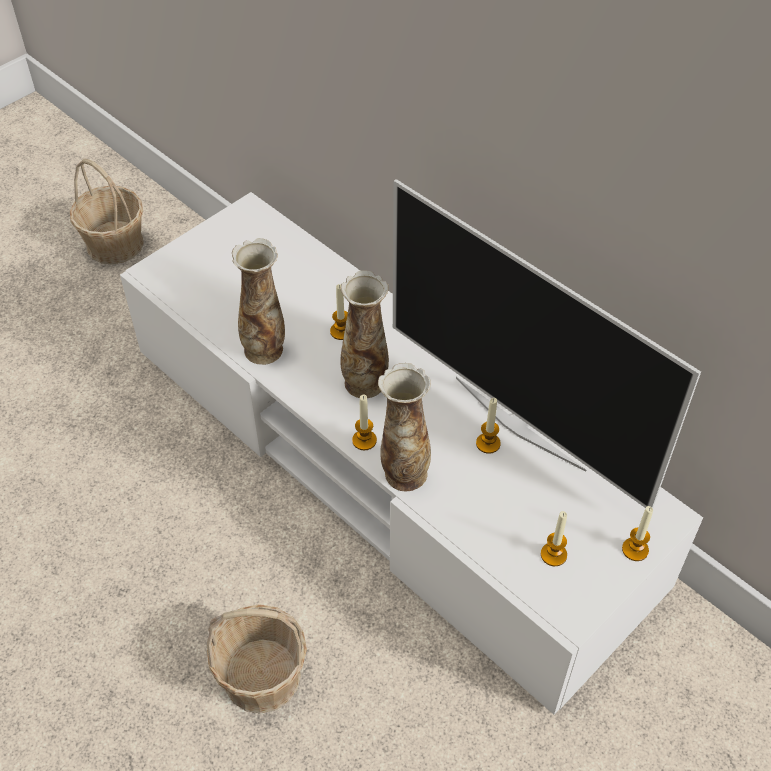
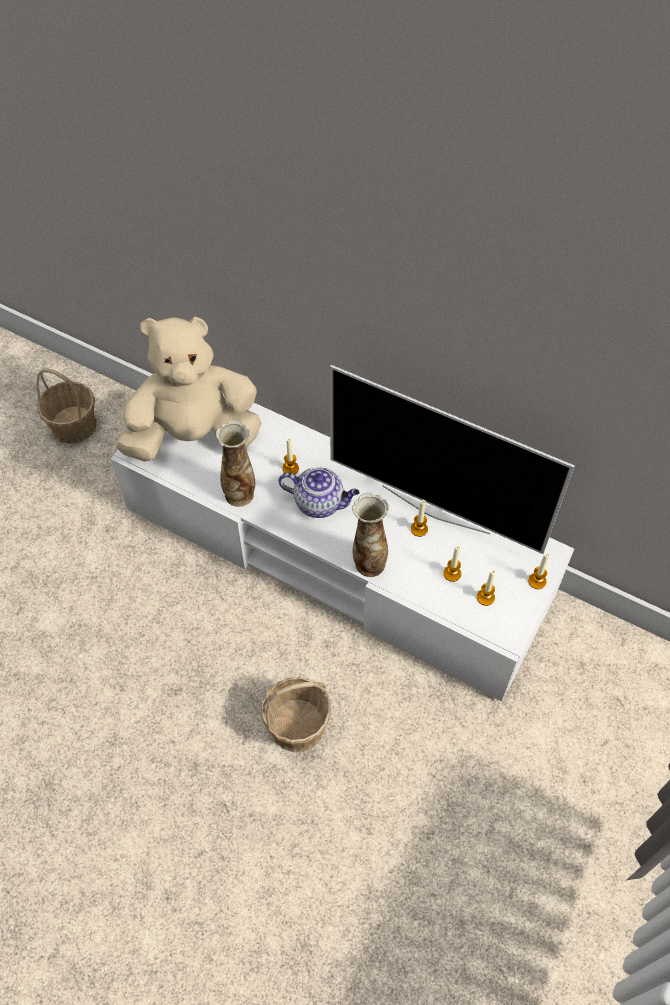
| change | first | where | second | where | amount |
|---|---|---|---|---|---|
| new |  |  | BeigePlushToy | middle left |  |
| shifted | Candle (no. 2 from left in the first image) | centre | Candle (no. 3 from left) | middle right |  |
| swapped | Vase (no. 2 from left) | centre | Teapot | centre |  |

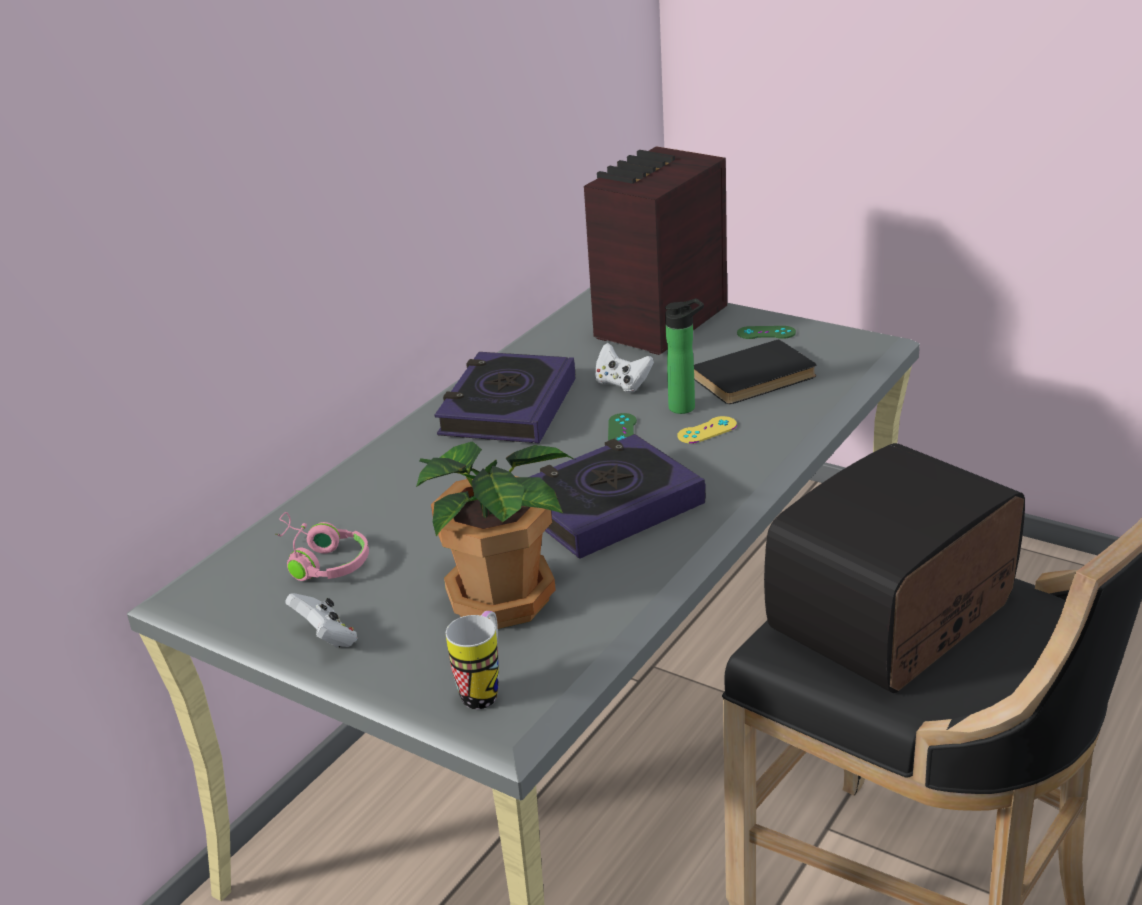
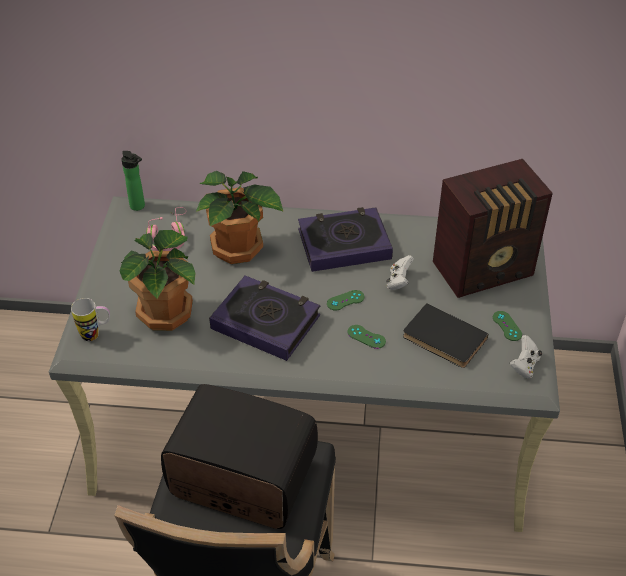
| change | first | where | second | where | amount |
|---|---|---|---|---|---|
| new |  |  | PottedPlant (no. 2 from left) | centre |  |
| shifted | WhiteGameController (no. 1 from left in the first image) | bottom left | WhiteGameController (no. 2 from left) | middle right |  |
| shifted | Bottle | centre |  | top left |  |
| repainted | YellowGameController | centre | GreenGameController (no. 2 from left) | centre |  |
| rotated | Radio (no. 1 from left in the first image) | top centre | Radio (no. 2 from left) | middle right | 150 degrees clockwise |

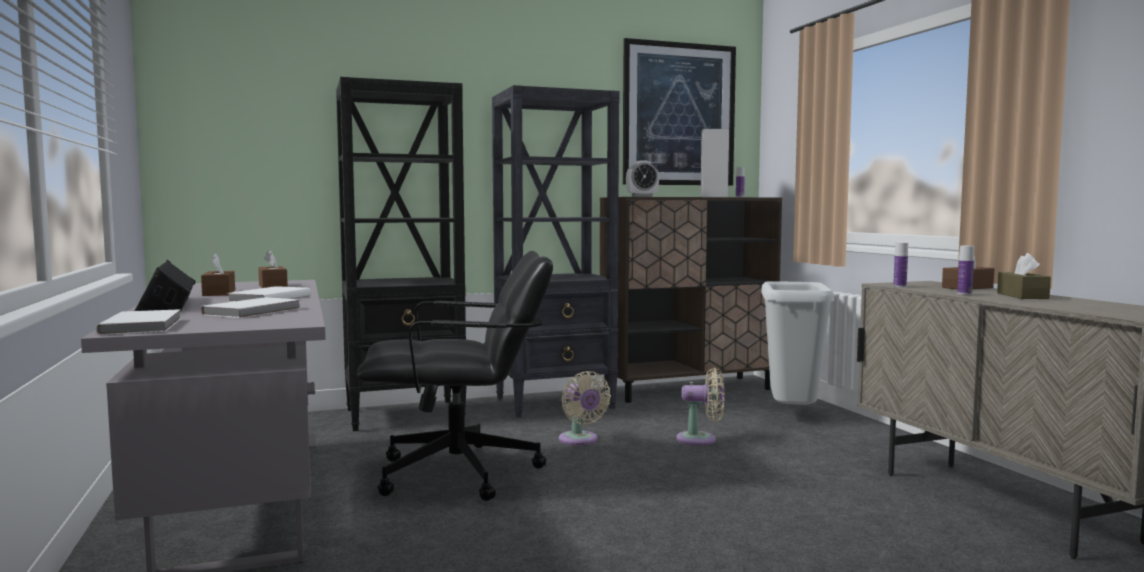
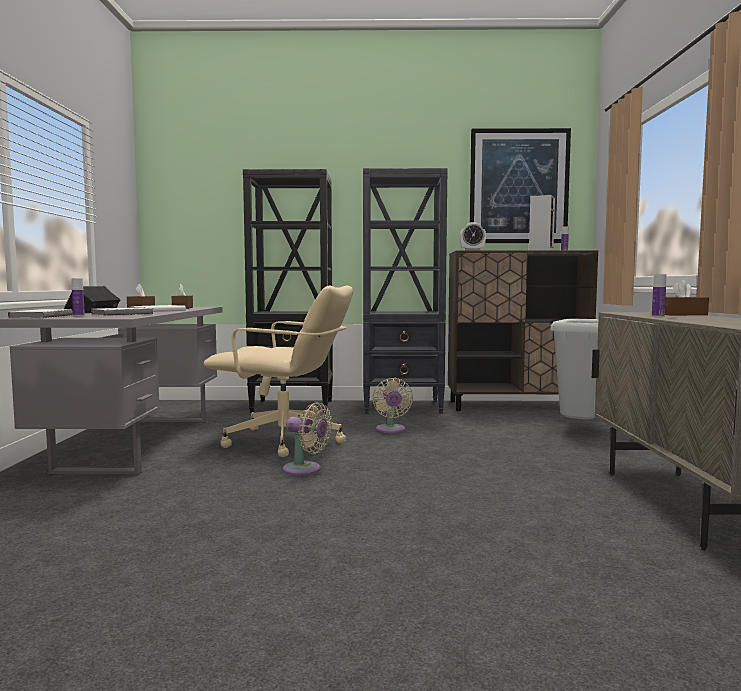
| change | first | where | second | where | amount |
|---|---|---|---|---|---|
| gone | BrownTissueBox (no. 4 from left) | middle right |  |  |  |
| shifted | BeigeFan (no. 2 from left in the first image) | bottom centre | BeigeFan (no. 1 from left) | centre |  |
| shifted | Bottle (no. 2 from left in the first image) | middle right | Bottle (no. 1 from left) | middle left |  |
| repainted | BlackOfficeChair | centre | BeigeOfficeChair | centre |  |

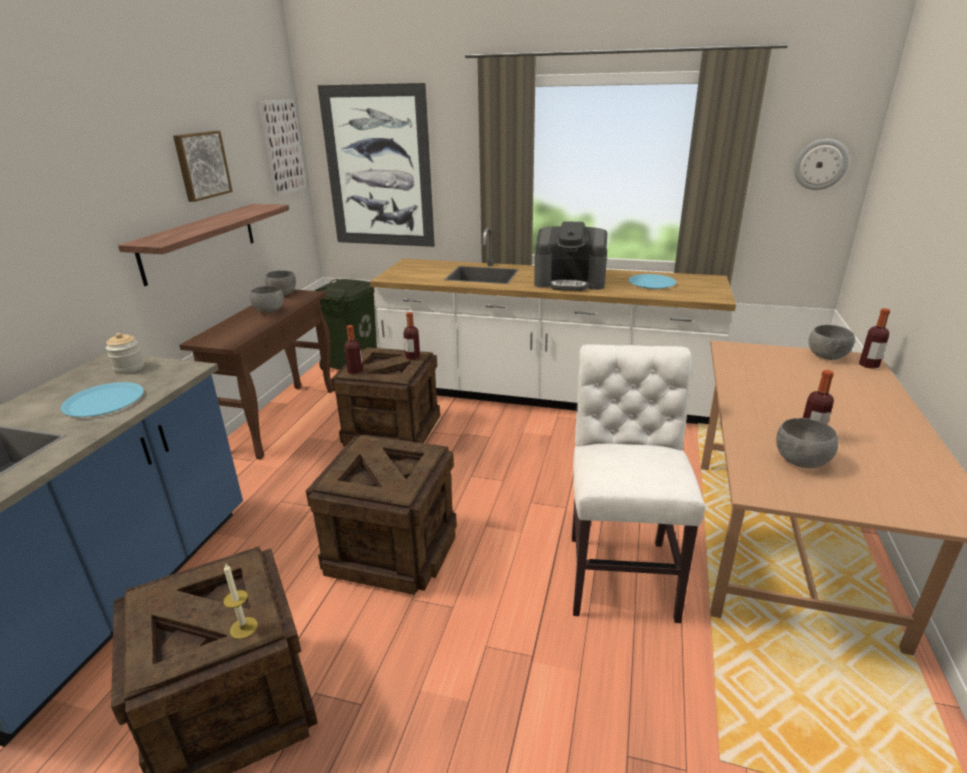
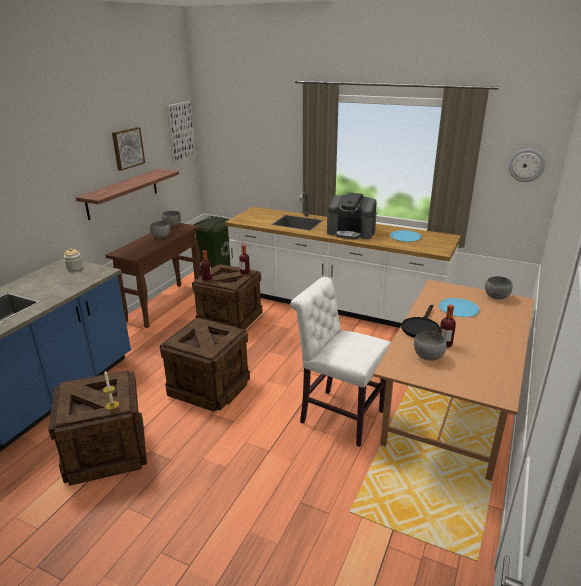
| change | first | where | second | where | amount |
|---|---|---|---|---|---|
| gone | Picture (no. 3 from left) | top centre |  |  |  |
| gone | Bottle (no. 4 from left) | middle right |  |  |  |
| new |  |  | BlackFryingPan | middle right |  |
| shifted | BluePlate (no. 1 from left in the first image) | middle left | BluePlate (no. 2 from left) | middle right |  |
| rotated | WhiteChair | centre |  | centre | 75 degrees counterclockwise |

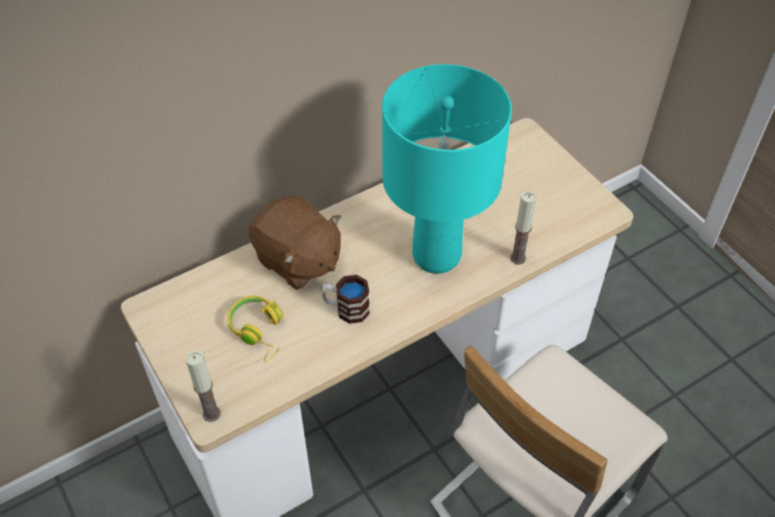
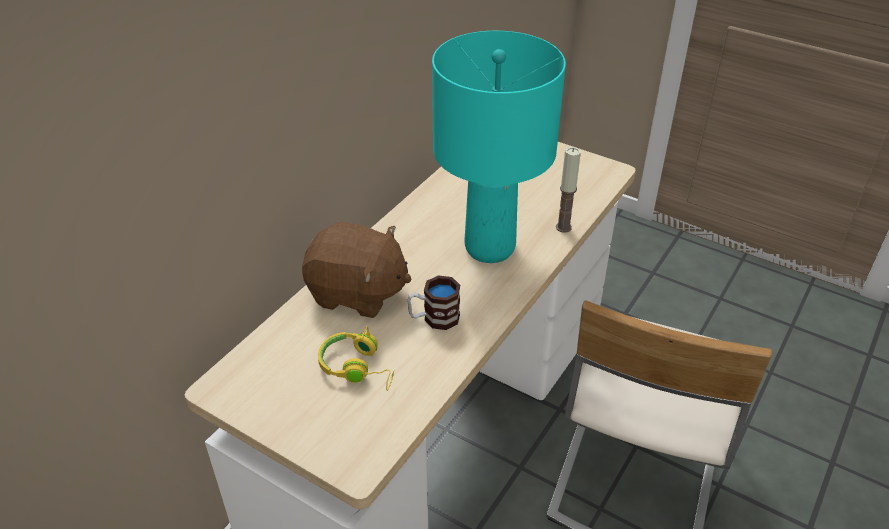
| change | first | where | second | where | amount |
|---|---|---|---|---|---|
| gone | Candle (no. 1 from left) | bottom left |  |  |  |

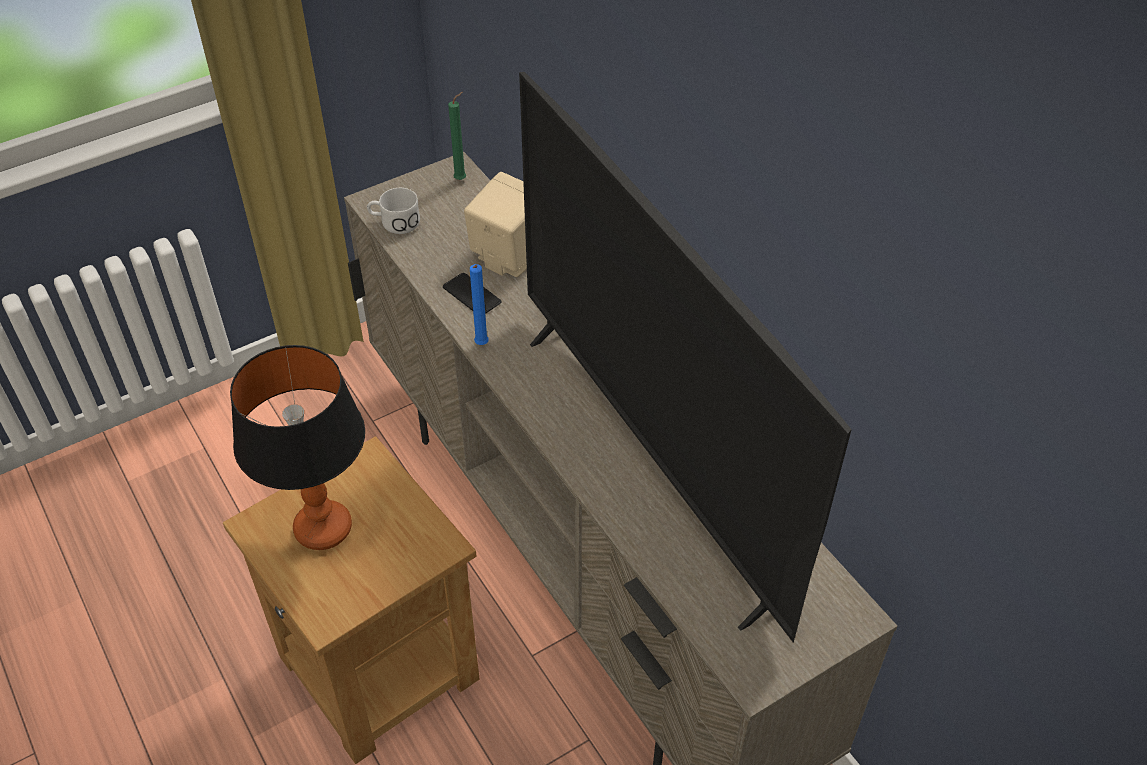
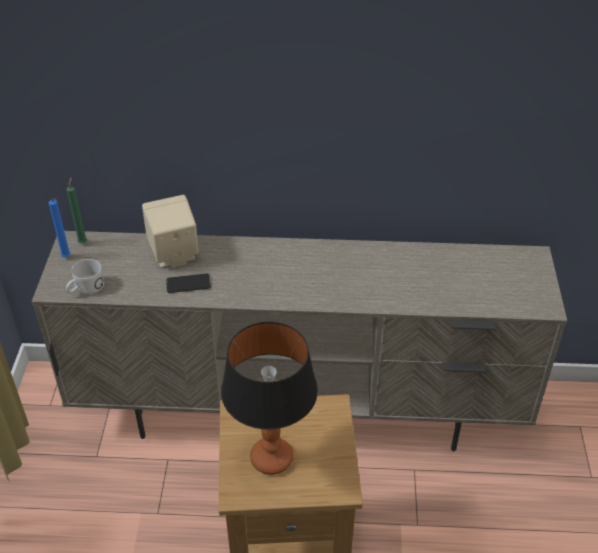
| change | first | where | second | where | amount |
|---|---|---|---|---|---|
| gone | Television | centre |  |  |  |
| shifted | BlueCandle | centre |  | middle left |  |

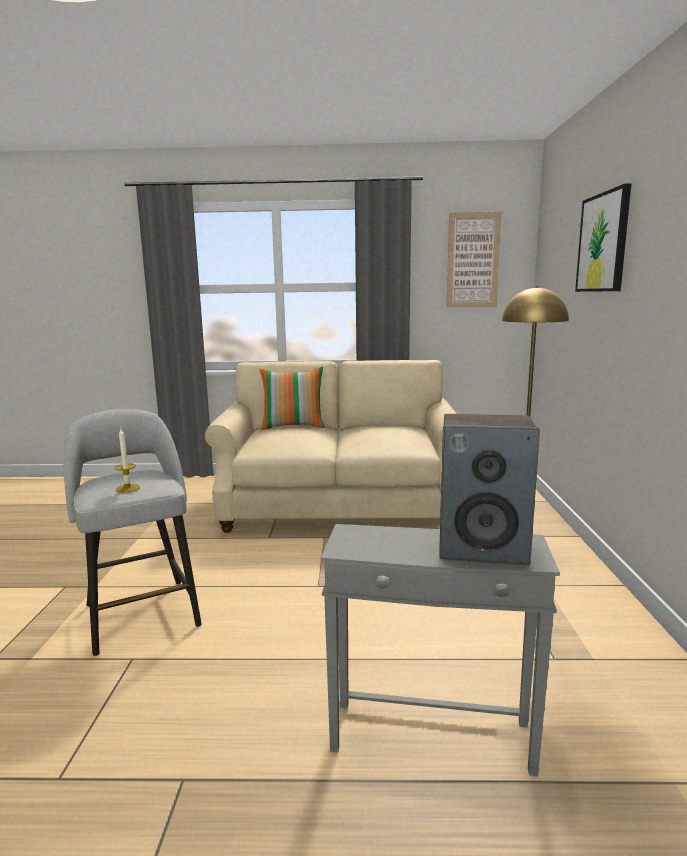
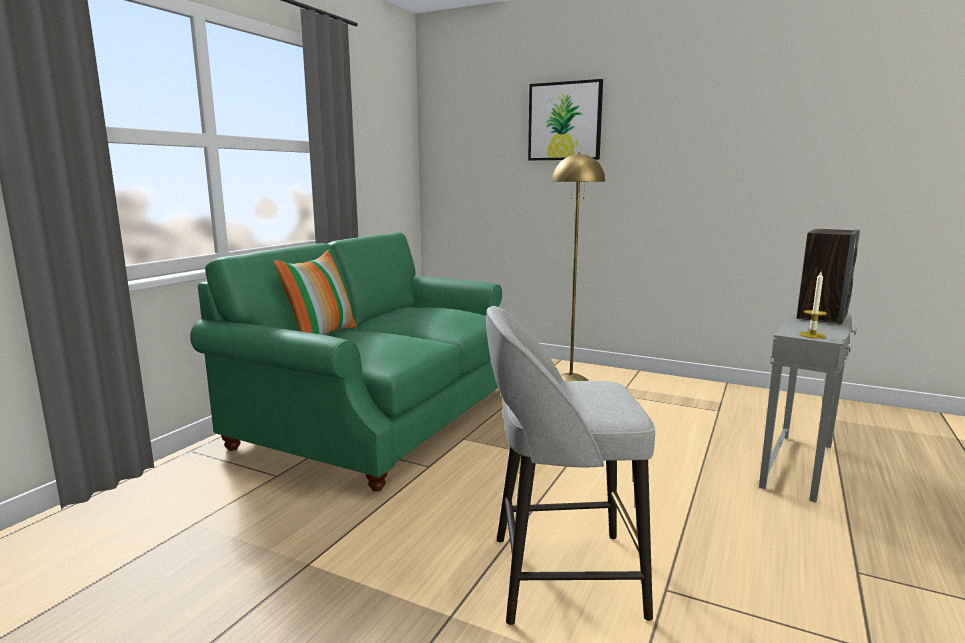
| change | first | where | second | where | amount |
|---|---|---|---|---|---|
| gone | Picture (no. 1 from left) | top right |  |  |  |
| shifted | Candle | middle left |  | middle right |  |
| repainted | BeigeSofa | centre | GreenSofa | centre |  |

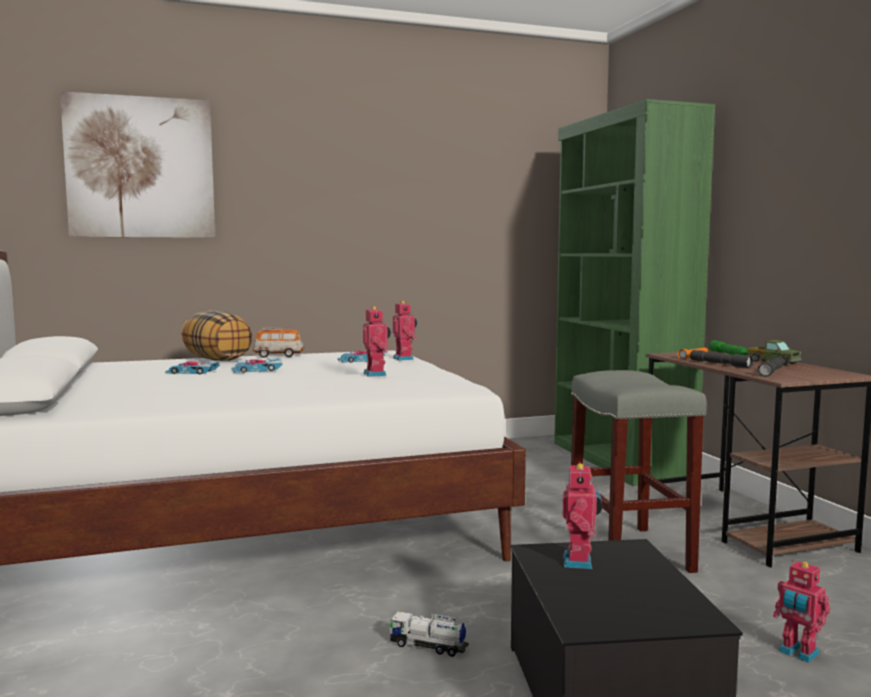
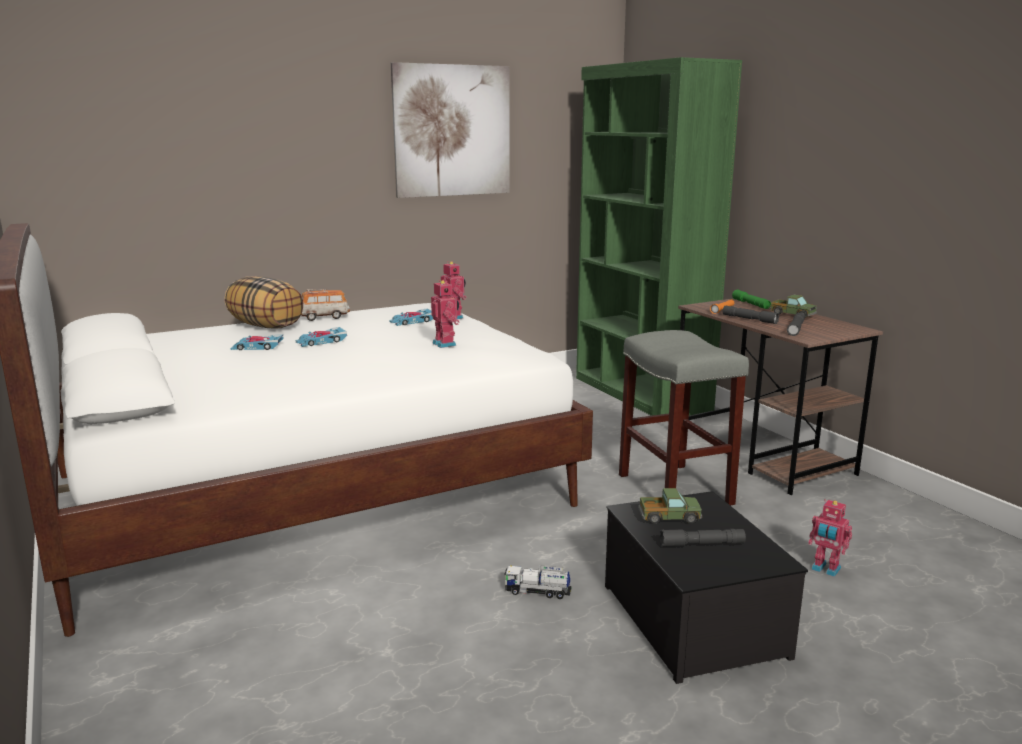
| change | first | where | second | where | amount |
|---|---|---|---|---|---|
| new |  |  | GreyFlashlight (no. 1 from left) | bottom right |  |
| shifted | Picture | top left |  | top centre |  |
| swapped | ToyRobot (no. 3 from left) | bottom right | ToyTruck (no. 2 from left) | bottom centre |  |

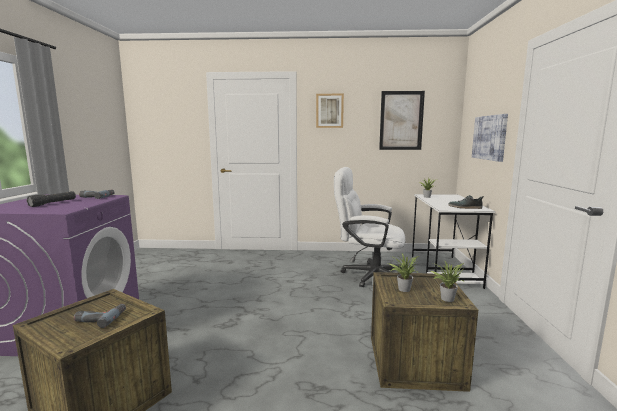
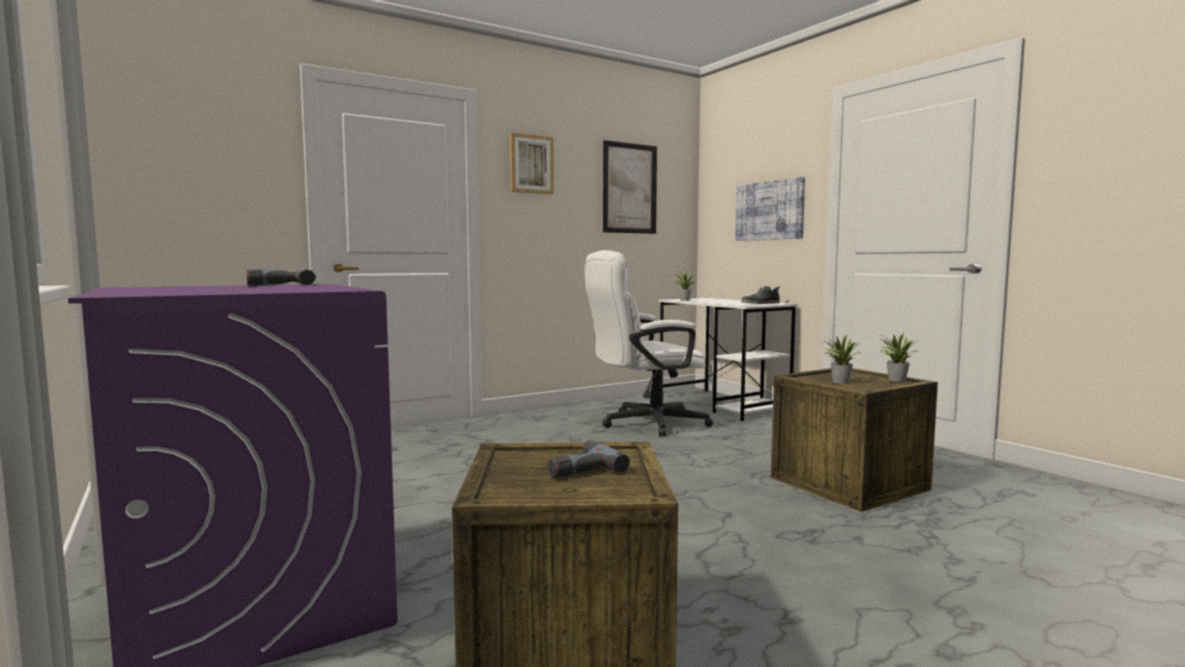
| change | first | where | second | where | amount |
|---|---|---|---|---|---|
| gone | BlackFlashlight | middle left |  |  |  |

